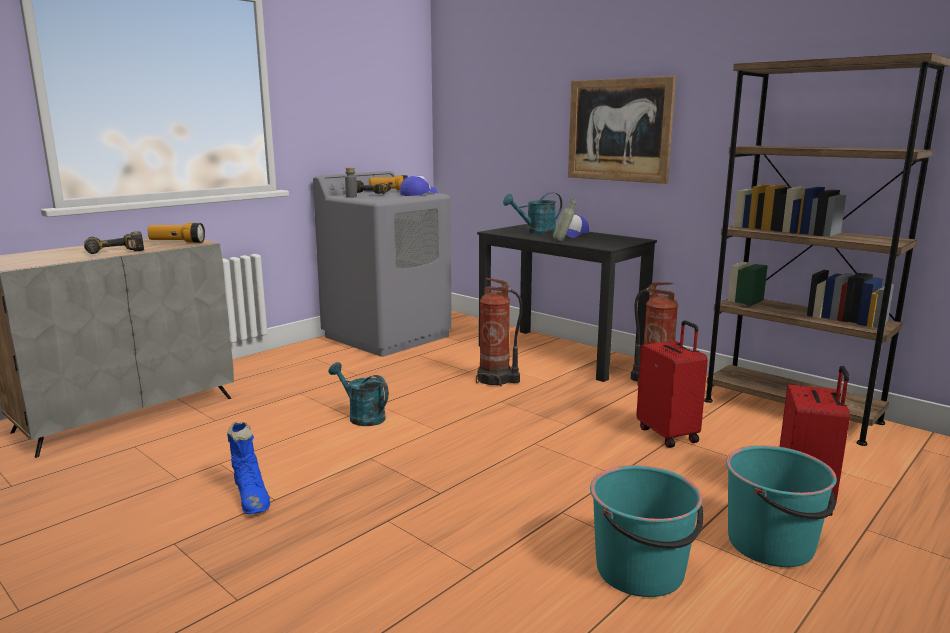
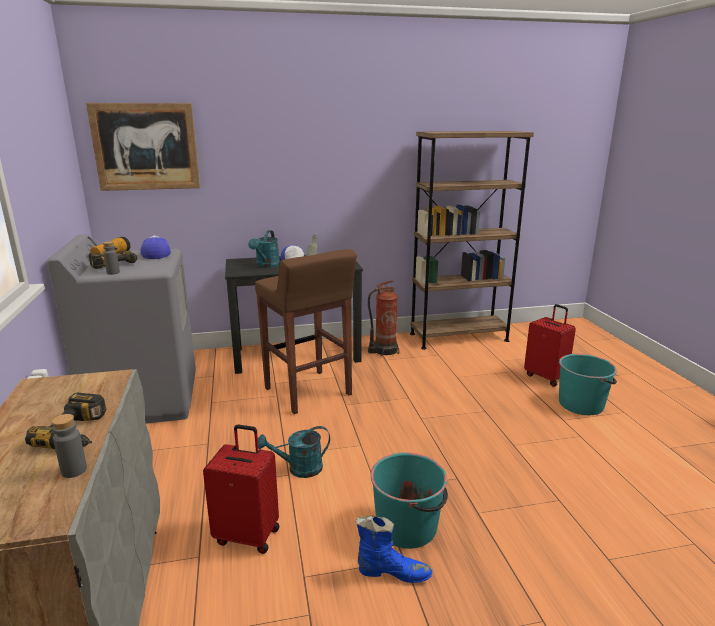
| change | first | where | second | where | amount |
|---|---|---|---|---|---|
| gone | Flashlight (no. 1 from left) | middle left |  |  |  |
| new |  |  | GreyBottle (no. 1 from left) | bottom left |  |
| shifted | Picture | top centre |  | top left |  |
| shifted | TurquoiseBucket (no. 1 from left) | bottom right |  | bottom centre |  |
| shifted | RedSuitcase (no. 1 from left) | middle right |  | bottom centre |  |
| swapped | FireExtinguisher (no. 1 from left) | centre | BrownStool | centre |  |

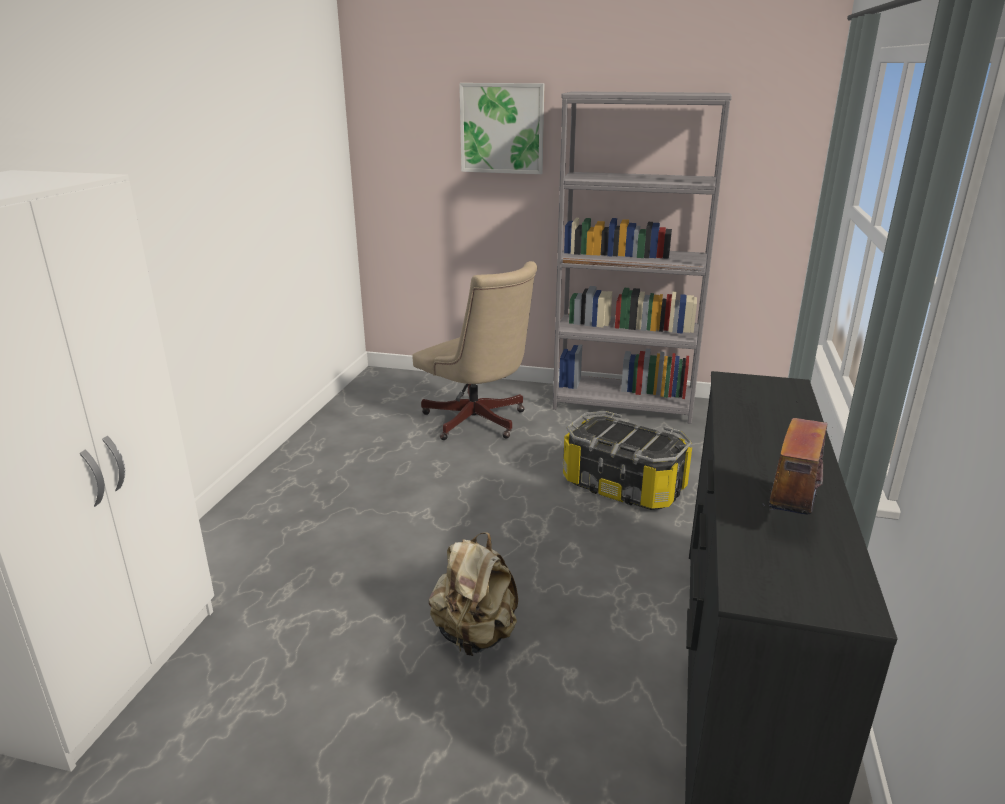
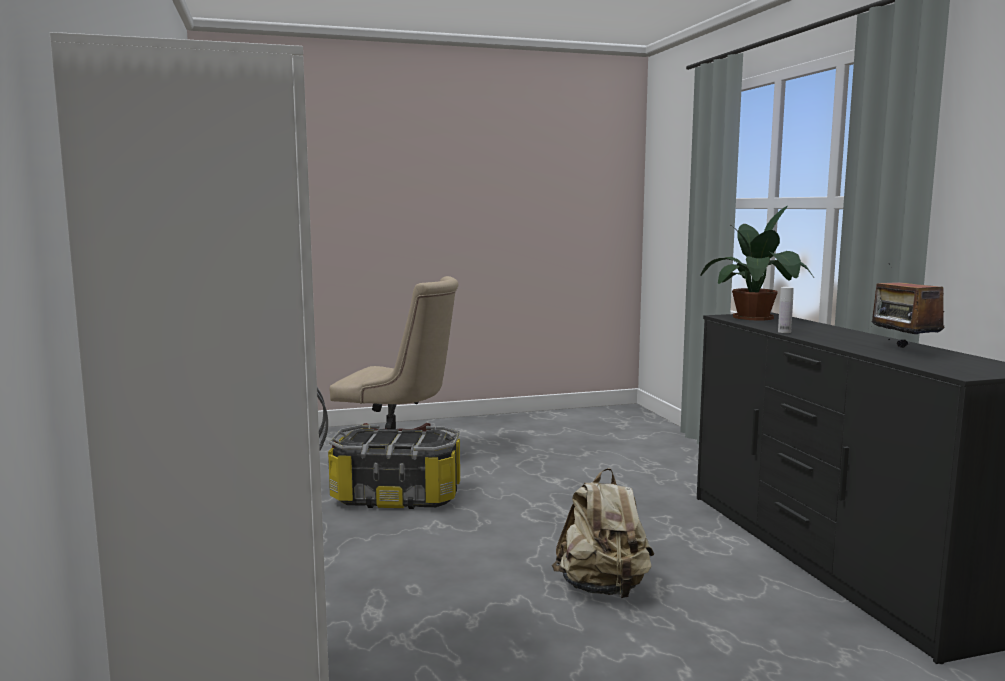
| change | first | where | second | where | amount |
|---|---|---|---|---|---|
| gone | Picture | top centre |  |  |  |
| gone | GreyBookcase | top centre |  |  |  |
| new |  |  | PottedPlant | middle right |  |
| new |  |  | WhiteBottle | middle right |  |
| shifted | StorageBox | centre |  | bottom centre |  |

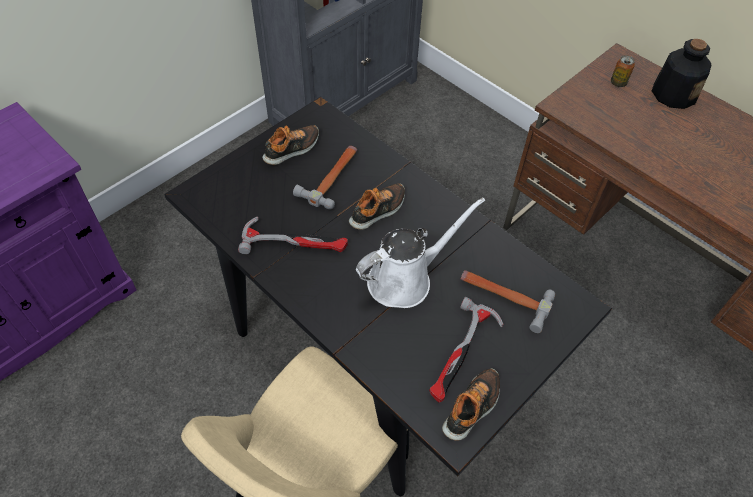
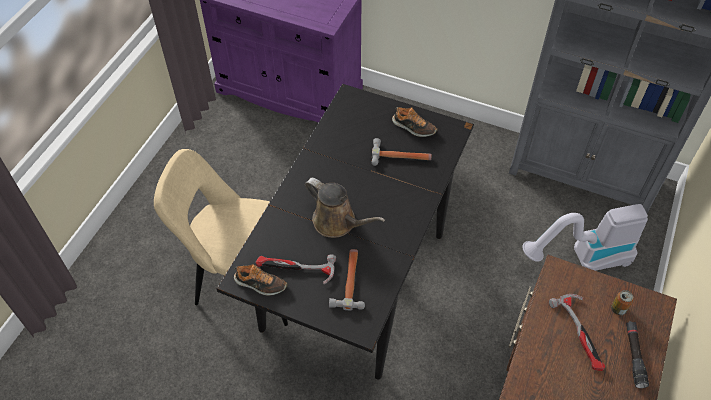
| change | first | where | second | where | amount |
|---|---|---|---|---|---|
| gone | Shoe (no. 2 from left) | centre |  |  |  |
| new |  |  | VacuumCleaner | middle right |  |
| shifted | Hammer (no. 1 from left in the first image) | centre | Hammer (no. 4 from left) | bottom right |  |
| swapped | Bottle | top right | BlackFlashlight | bottom right |  |
| repainted | WhiteWateringCan | centre | BrownWateringCan | centre |  |

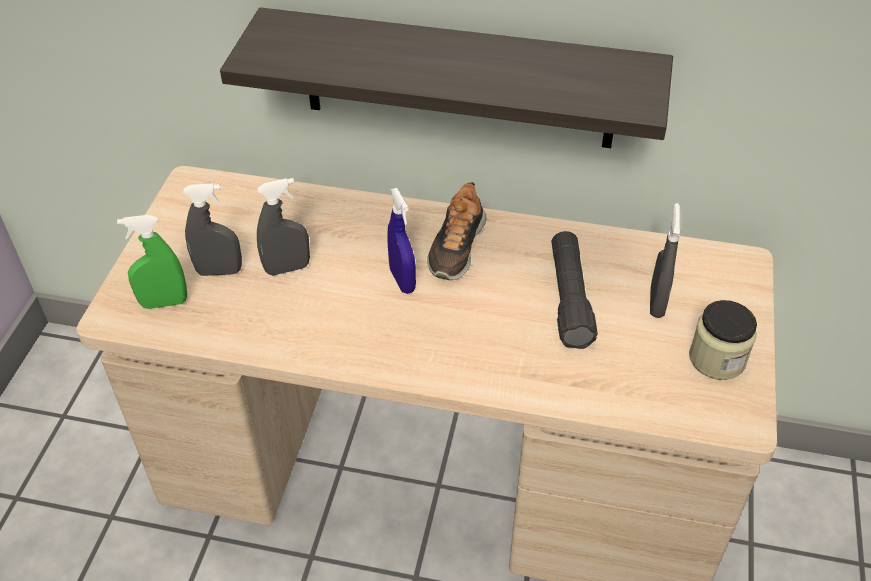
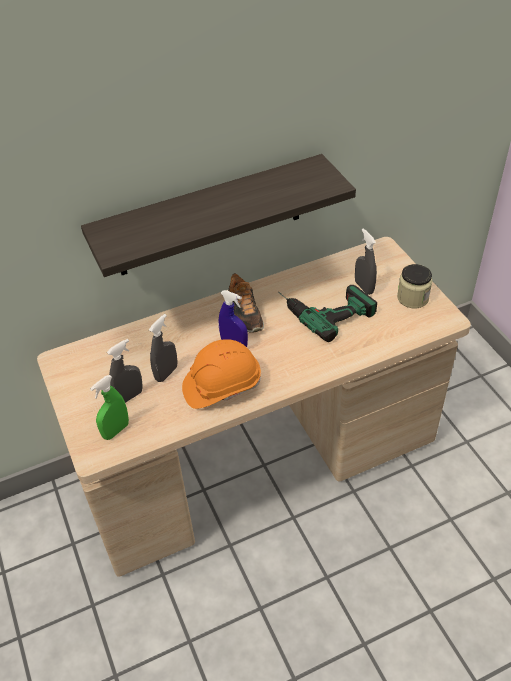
| change | first | where | second | where | amount |
|---|---|---|---|---|---|
| new |  |  | OrangeHardHat | centre |  |
| swapped | BlackFlashlight | centre | PowerDrill | centre |  |

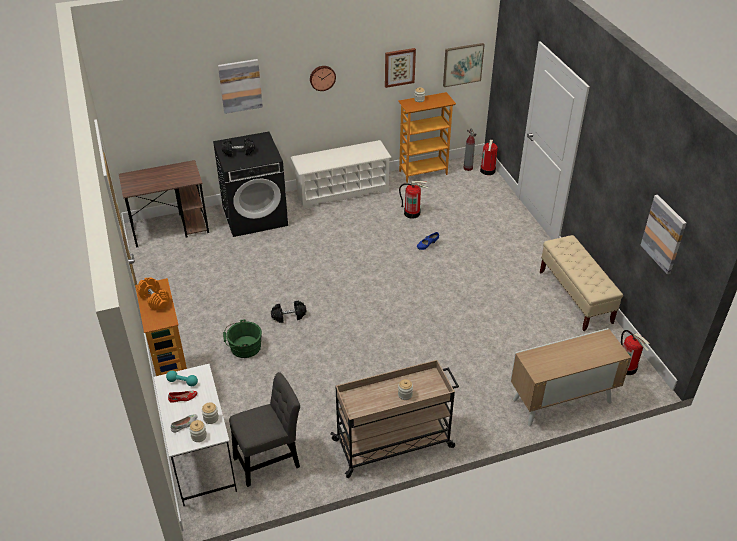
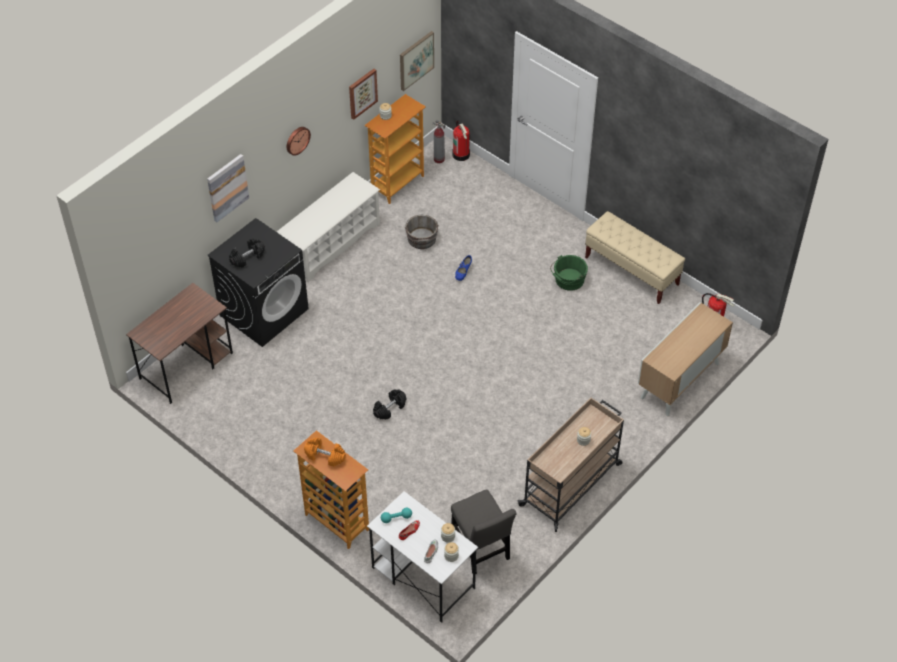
| change | first | where | second | where | amount |
|---|---|---|---|---|---|
| gone | Picture (no. 4 from left) | middle right |  |  |  |
| shifted | GreenBucket | middle left |  | centre |  |
| swapped | FireExtinguisher (no. 1 from left) | centre | GreyBucket | centre |  |
| rotated | GreyChair | bottom centre |  | bottom centre | 120 degrees clockwise |

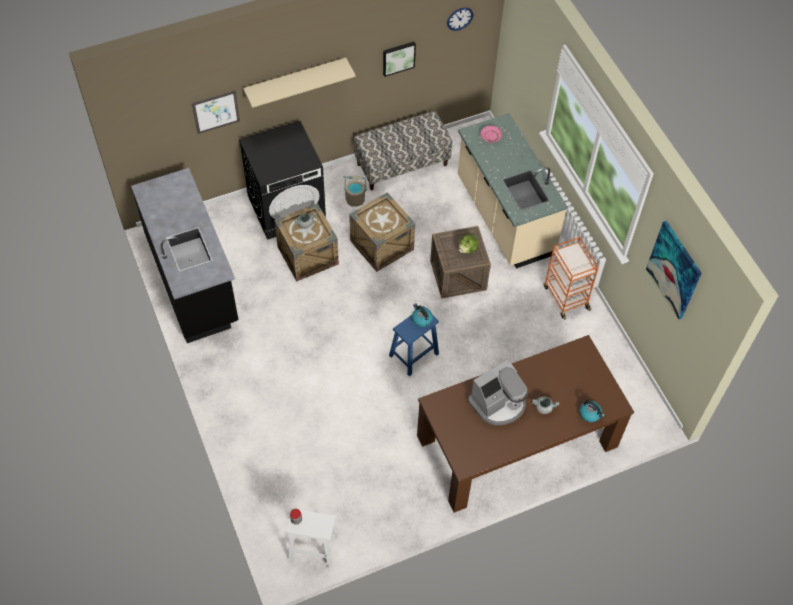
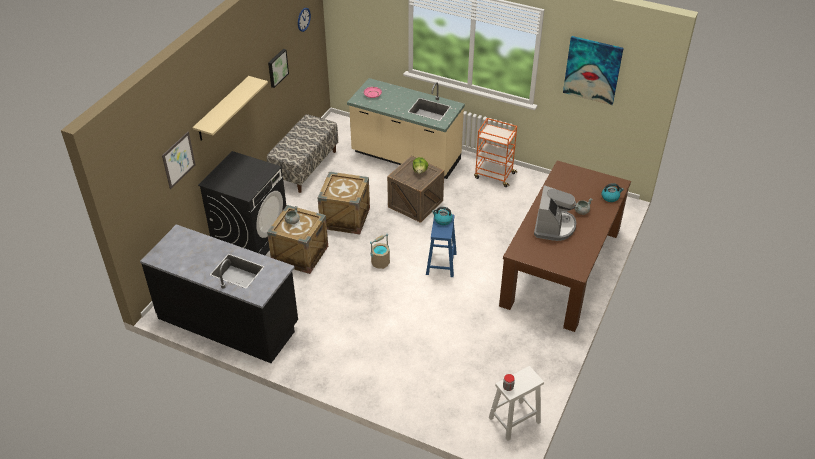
| change | first | where | second | where | amount |
|---|---|---|---|---|---|
| shifted | BeigeBucket | top centre |  | centre |  |

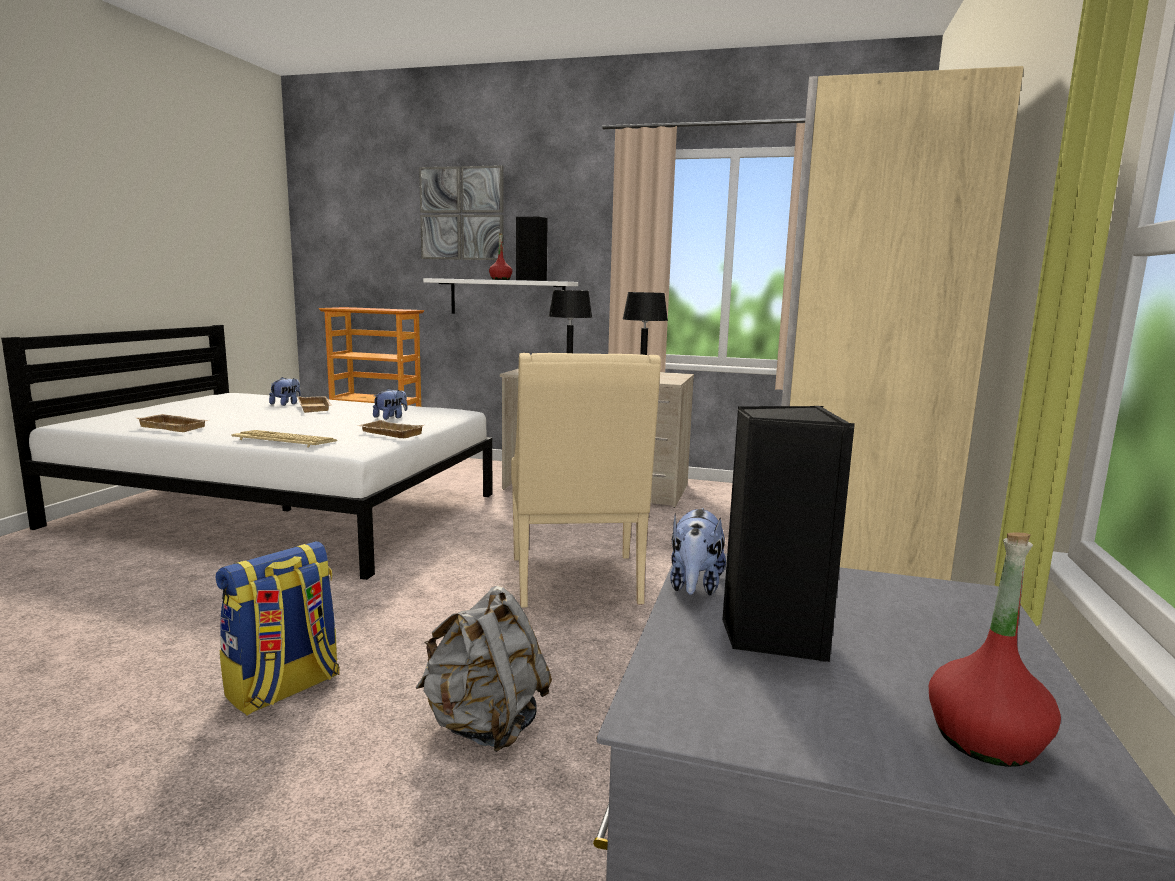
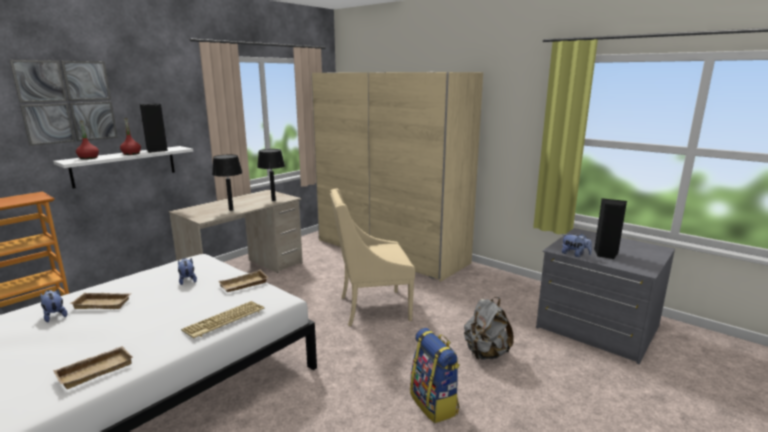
| change | first | where | second | where | amount |
|---|---|---|---|---|---|
| shifted | RedBottle (no. 2 from left in the first image) | bottom right | RedBottle (no. 1 from left) | top left |  |
| rotated | BeigeArmchair | centre |  | centre | 150 degrees clockwise |

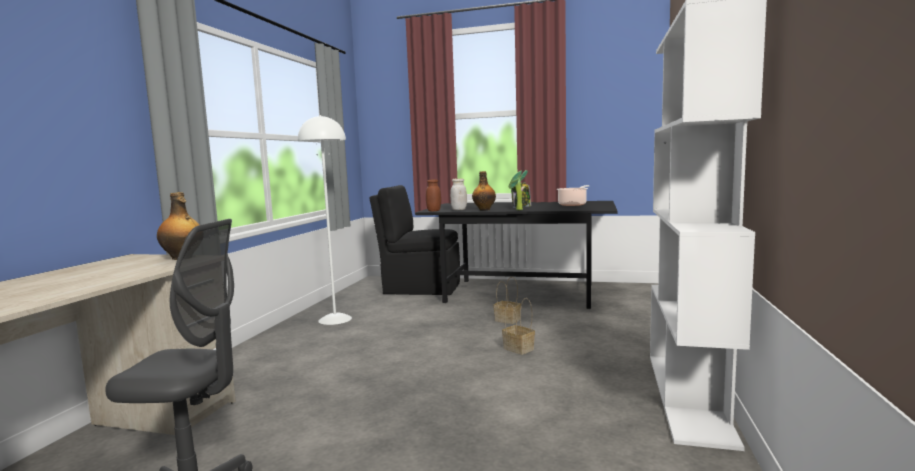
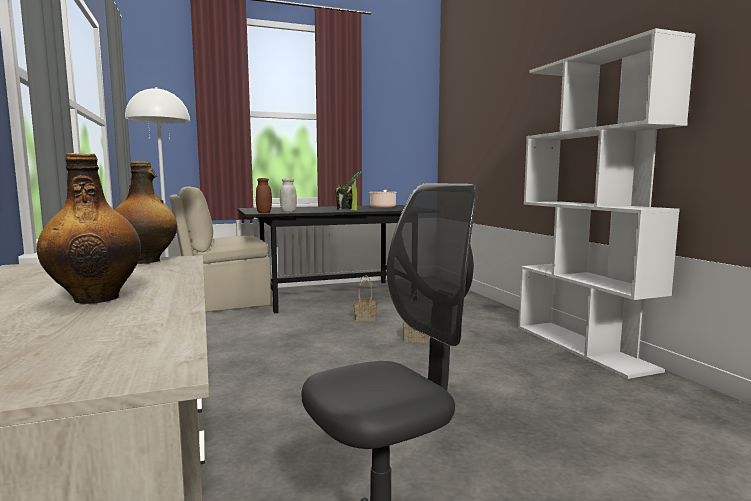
| change | first | where | second | where | amount |
|---|---|---|---|---|---|
| shifted | Bottle (no. 2 from left in the first image) | centre | Bottle (no. 1 from left) | middle left |  |
| repainted | BlackChair | centre | BeigeChair | middle left |  |

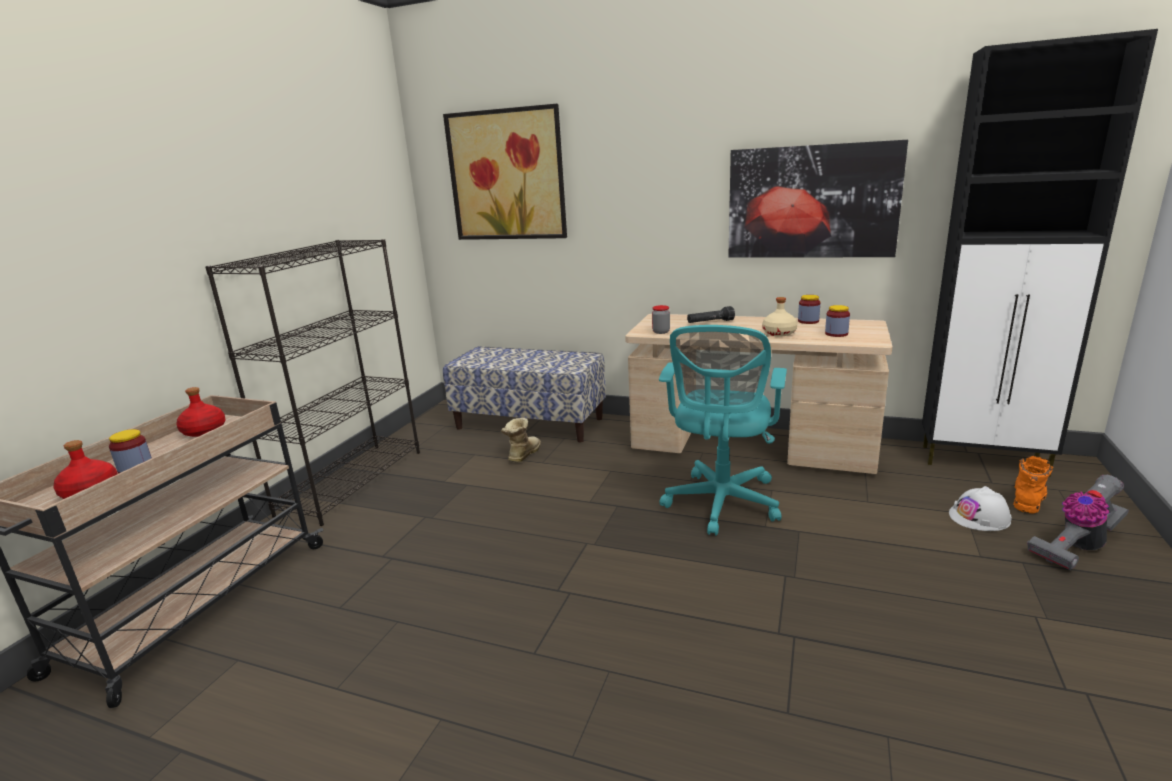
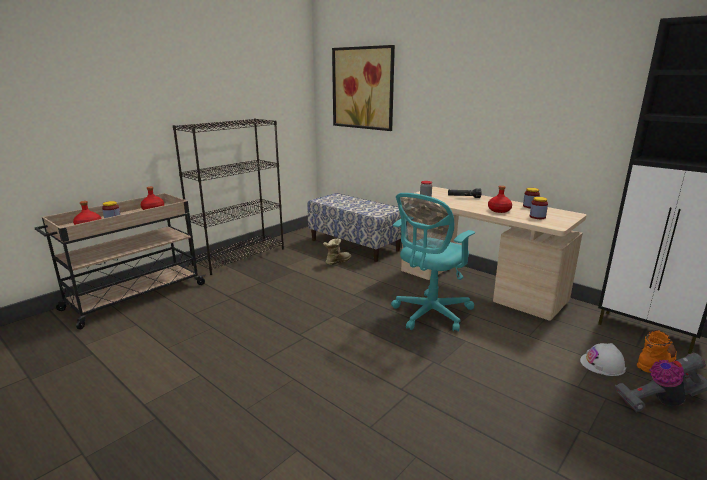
| change | first | where | second | where | amount |
|---|---|---|---|---|---|
| gone | Picture (no. 2 from left) | top right |  |  |  |
| repainted | BeigeBottle | centre | RedBottle (no. 3 from left) | middle right |  |

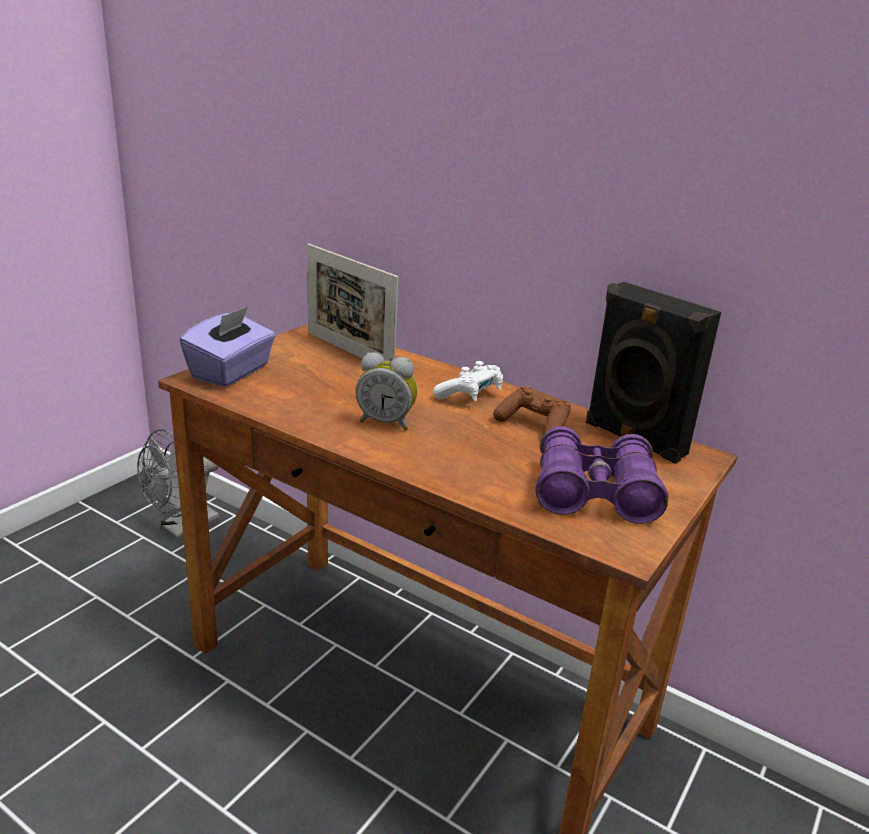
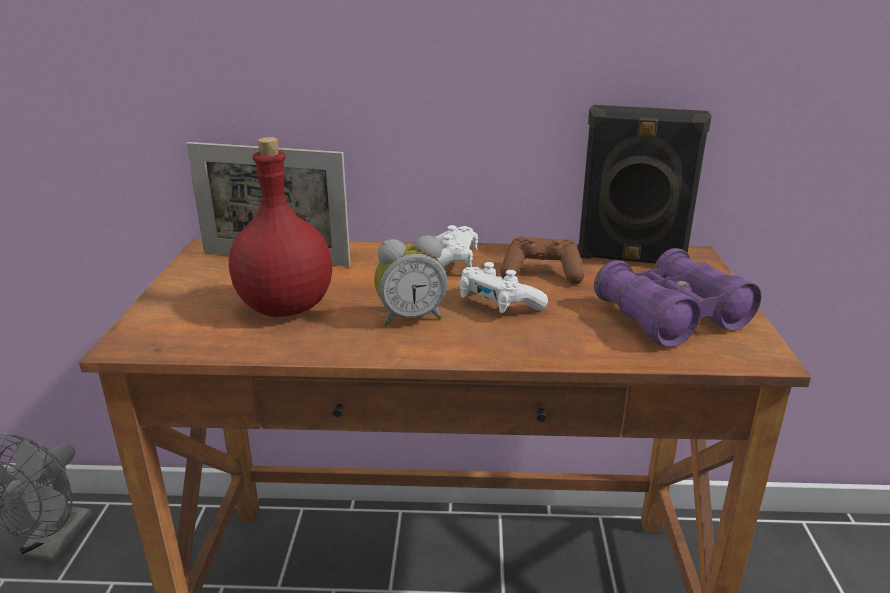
| change | first | where | second | where | amount |
|---|---|---|---|---|---|
| gone | PurpleTissueBox | middle left |  |  |  |
| new |  |  | RedBottle | middle left |  |
| new |  |  | WhiteGameController (no. 2 from left) | centre |  |

